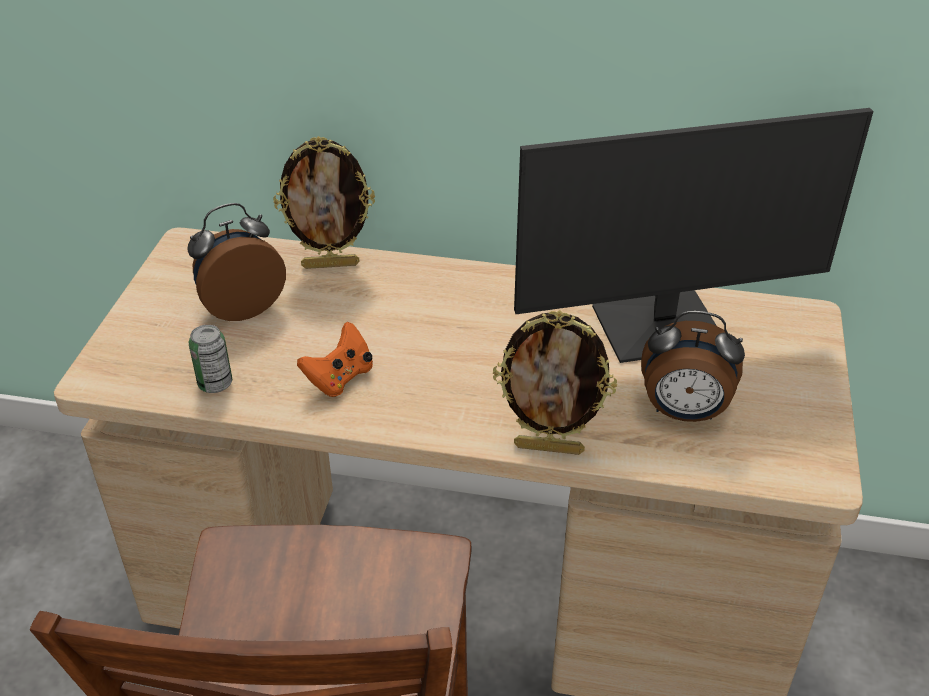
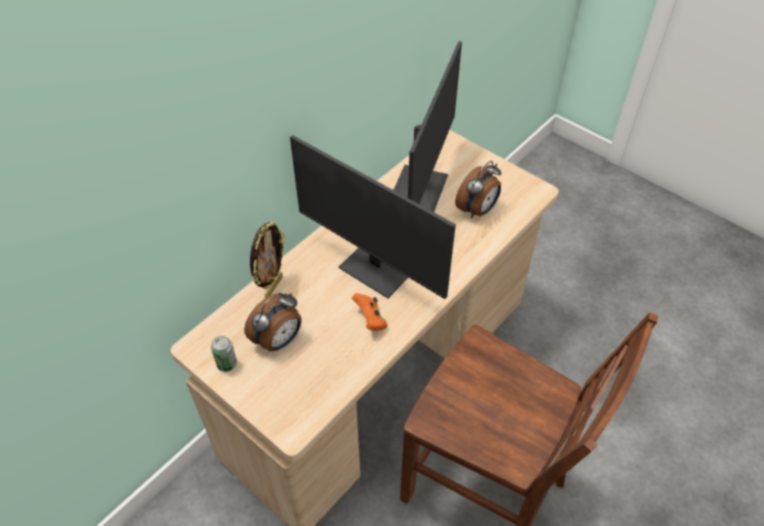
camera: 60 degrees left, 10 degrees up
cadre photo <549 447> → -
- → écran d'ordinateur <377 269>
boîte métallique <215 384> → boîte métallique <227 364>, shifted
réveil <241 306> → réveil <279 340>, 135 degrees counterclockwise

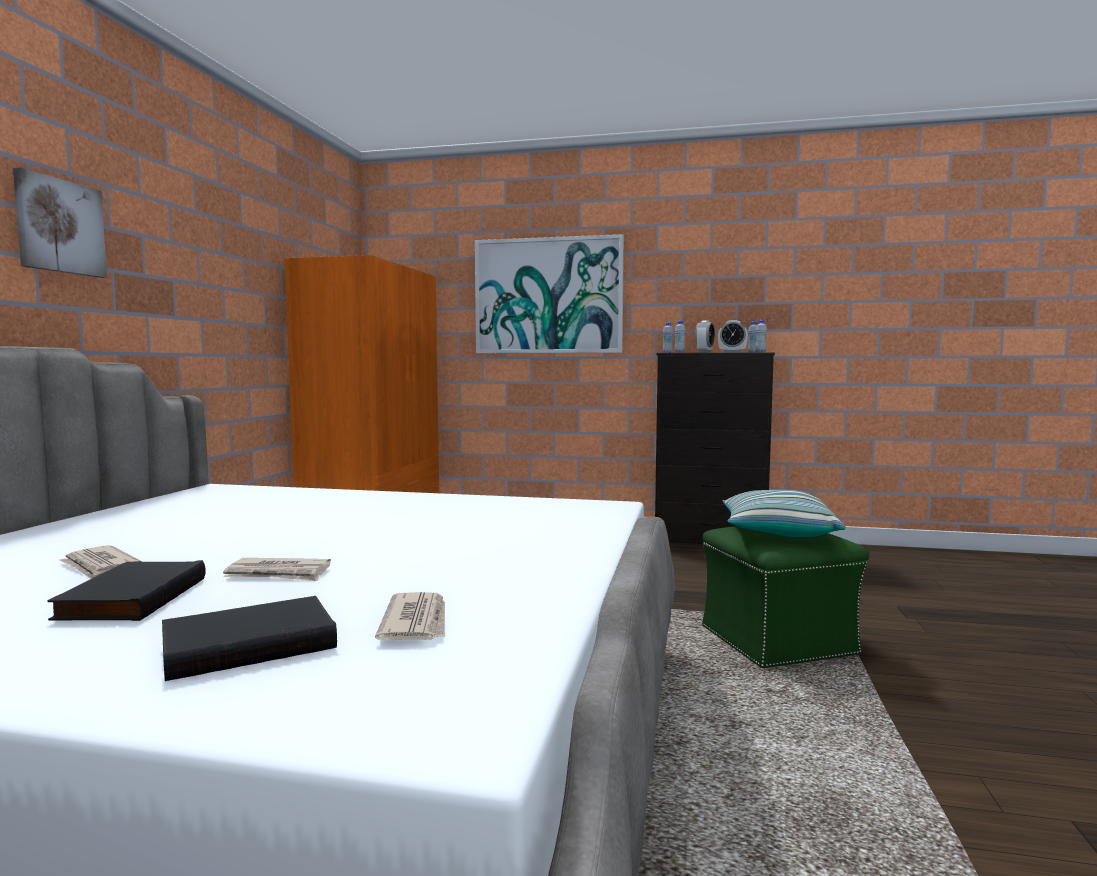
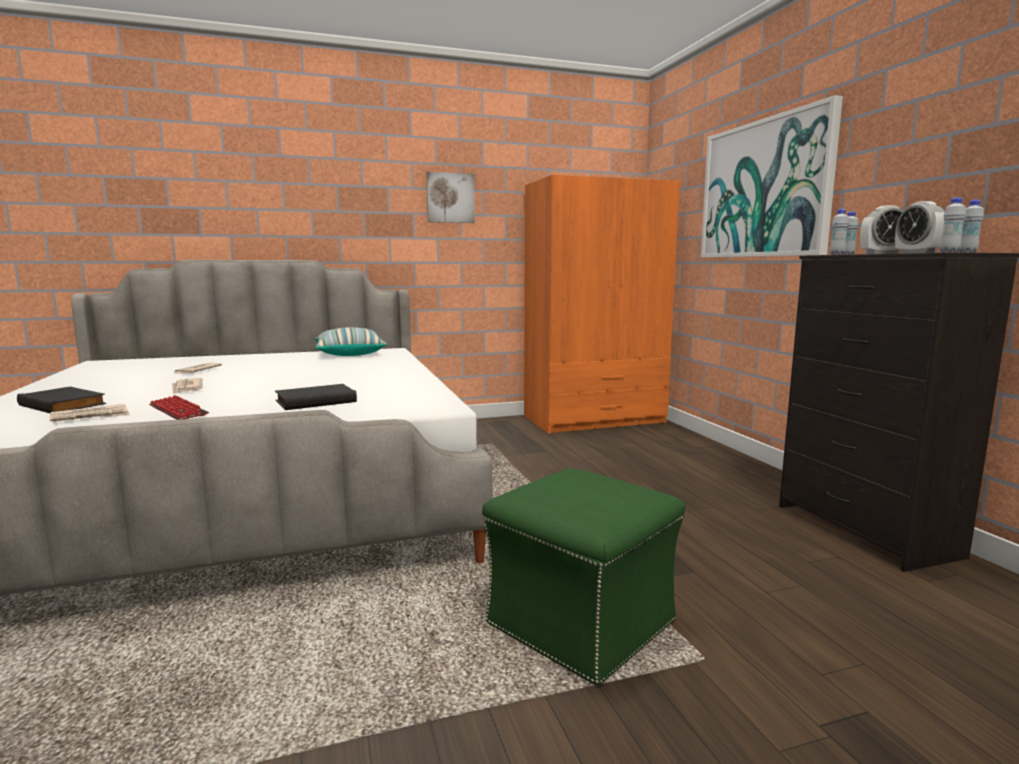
camera: 60 degrees right, 5 degrees up
- → clavier <178 410>
tableau <59 226> → tableau <450 198>, shifted
livre [noir] <131 598> → livre [noir] <316 401>, shifted
coussin <777 533> → coussin <349 354>, shifted

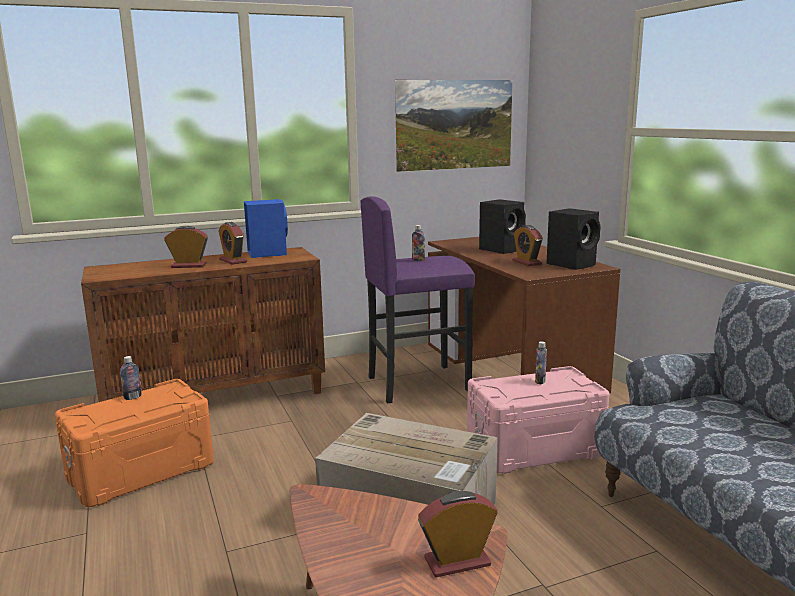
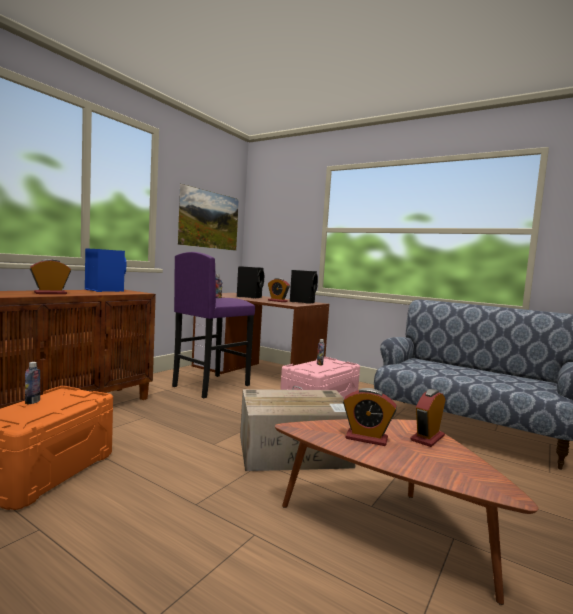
camera: 35 degrees left, 10 degrees down
réveil <233 261> → réveil <366 438>, shifted

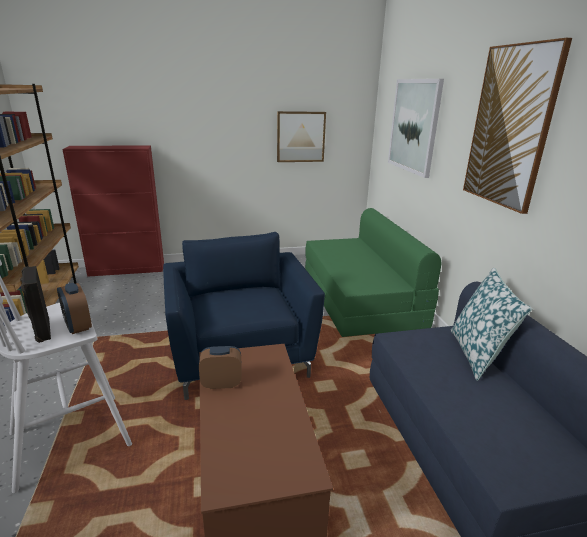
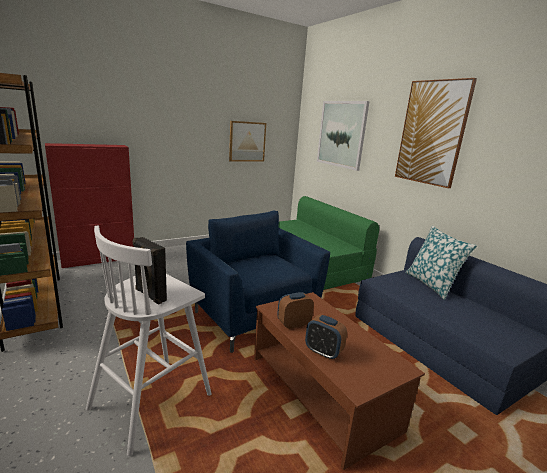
camera: 20 degrees left, 5 degrees down
réveil <78 326> → réveil <323 352>, shifted

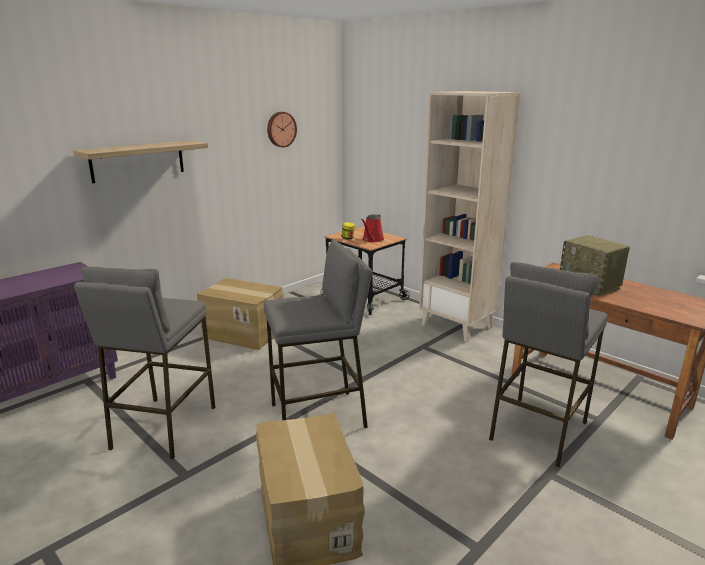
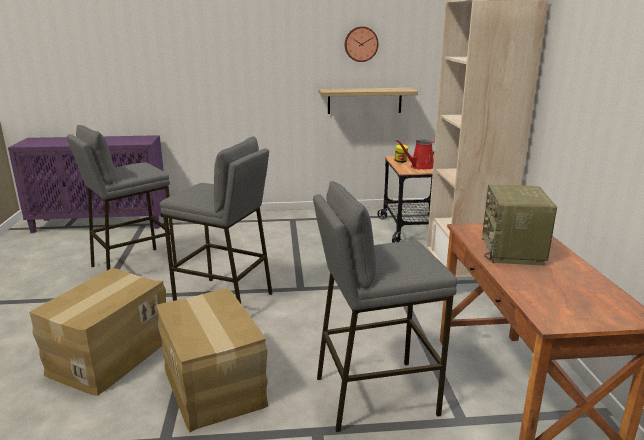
camera: 40 degrees right, 0 degrees up
étagère <138 161> → étagère <364 100>, shifted
carton <244 333> → carton <215 385>, shifted

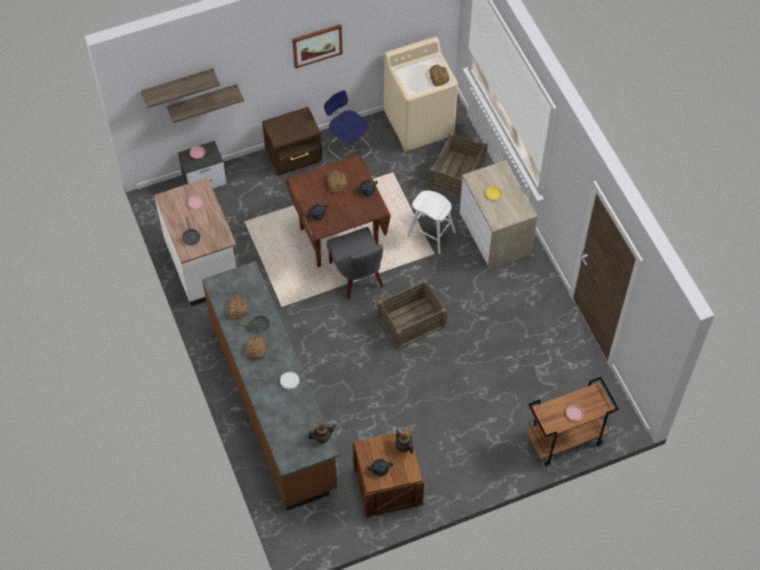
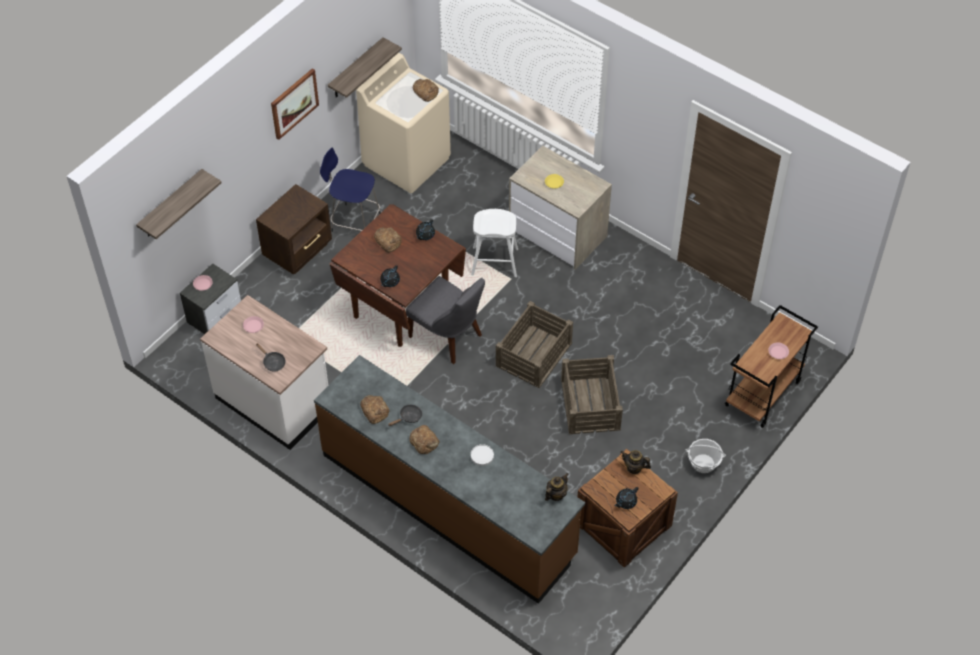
camera: 30 degrees left, 5 degrees down
- → panier <703 463>
étagère <202 101> → étagère <356 69>, shifted
caisse <457 173> → caisse <590 404>, shifted

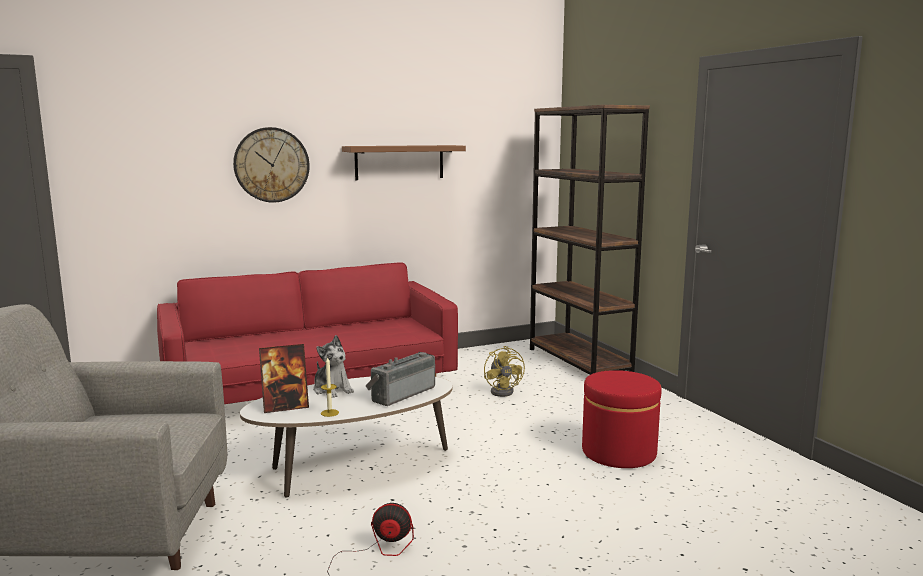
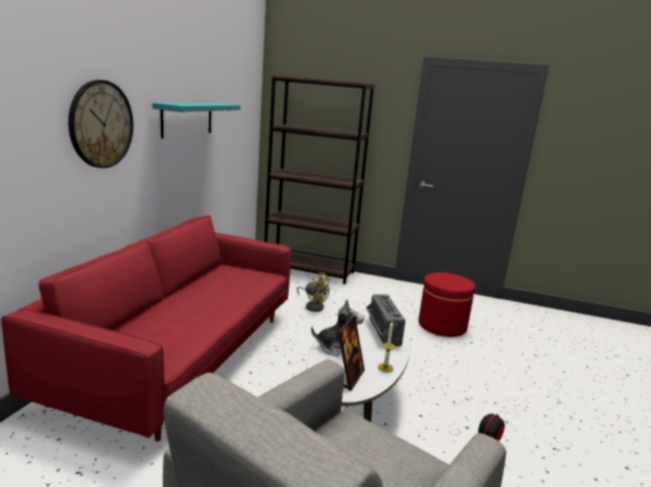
camera: 50 degrees left, 5 degrees up
étagère [marron] <399 162> → étagère [turquoise] <187 119>

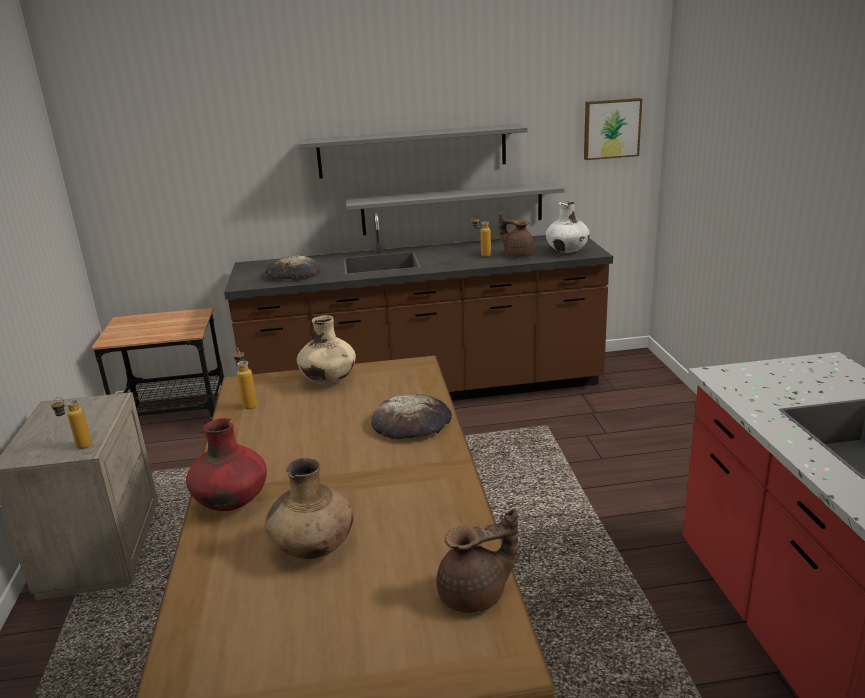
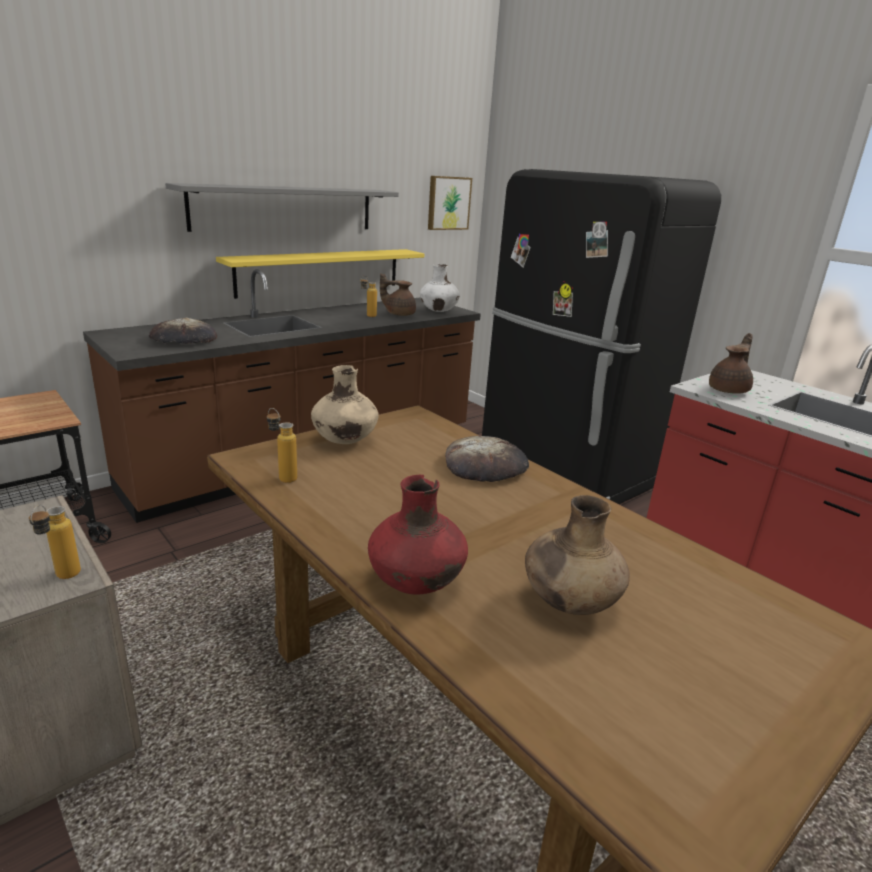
camera: 35 degrees left, 0 degrees up
- → réfrigérateur [noir] <561 472>
théière [marron] <475 595> → théière [marron] <729 390>, shifted
étagère [gris] <452 208> → étagère [jaune] <321 272>

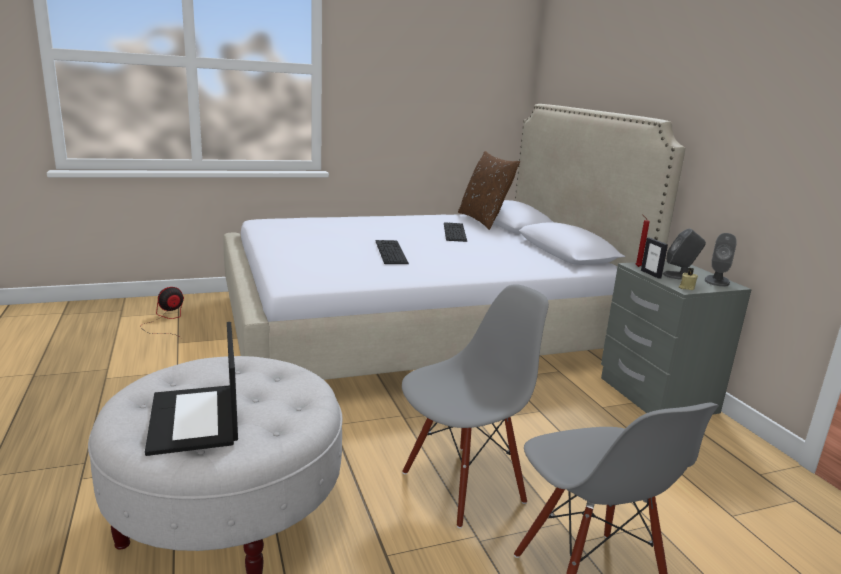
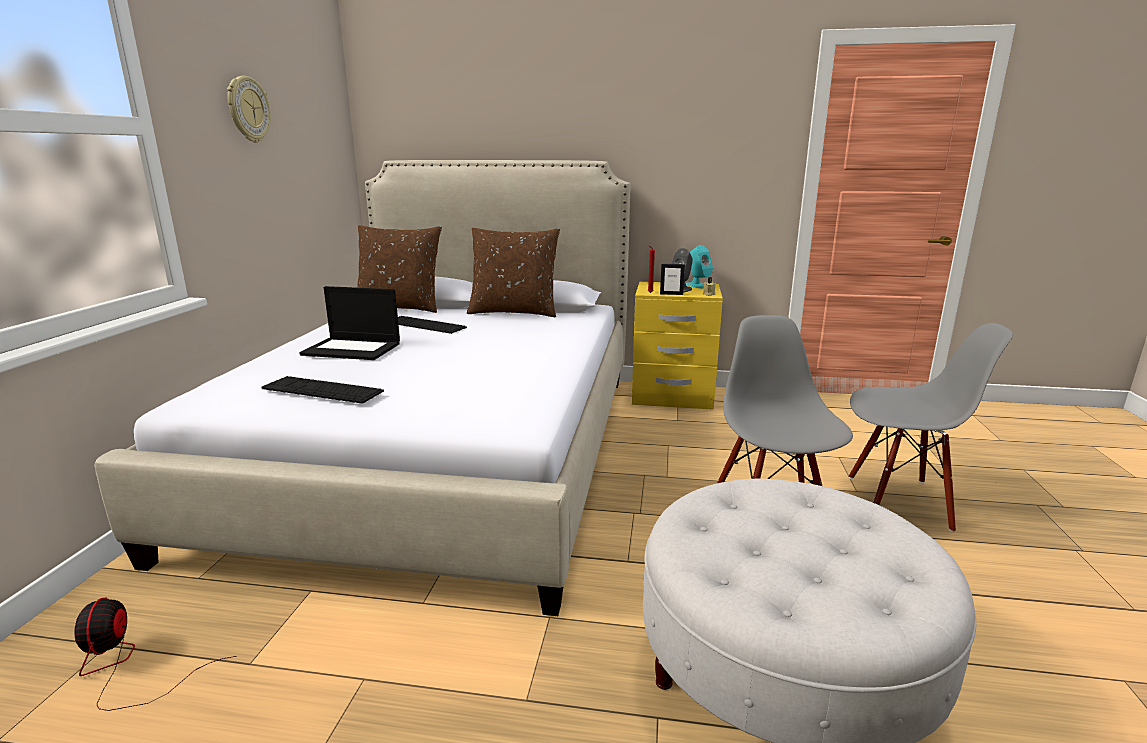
camera: 60 degrees left, 0 degrees up
- → horloge murale <248 109>
- → coussin [marron] <514 312>
ordinateur portable <195 419> → ordinateur portable <353 349>, shifted
clavier <391 252> → clavier <322 390>, shifted
table de chevet [gris] <655 395> → table de chevet [jaune] <672 396>
enceinte [gris] <717 281> → enceinte [turquoise] <697 285>

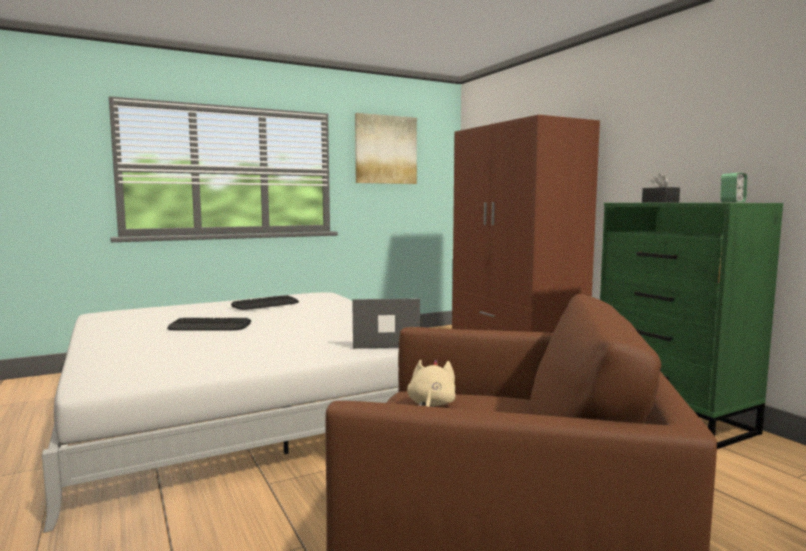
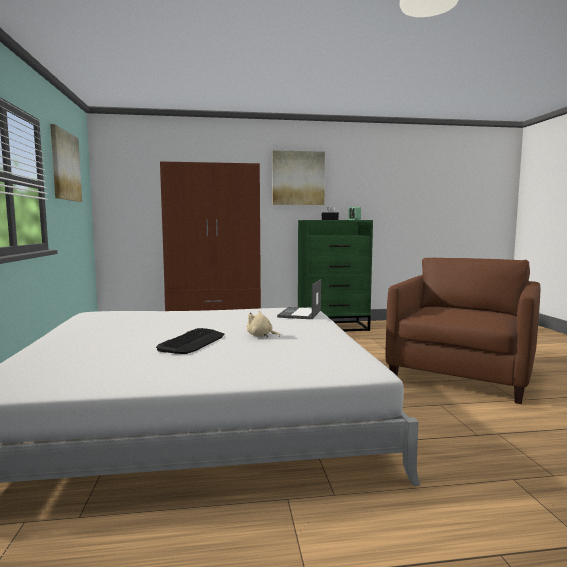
camera: 70 degrees left, 0 degrees up
clavier <266 304> → -
- → tableau <298 178>
peluche [beige] <431 404> → peluche [beige] <261 336>, shifted

